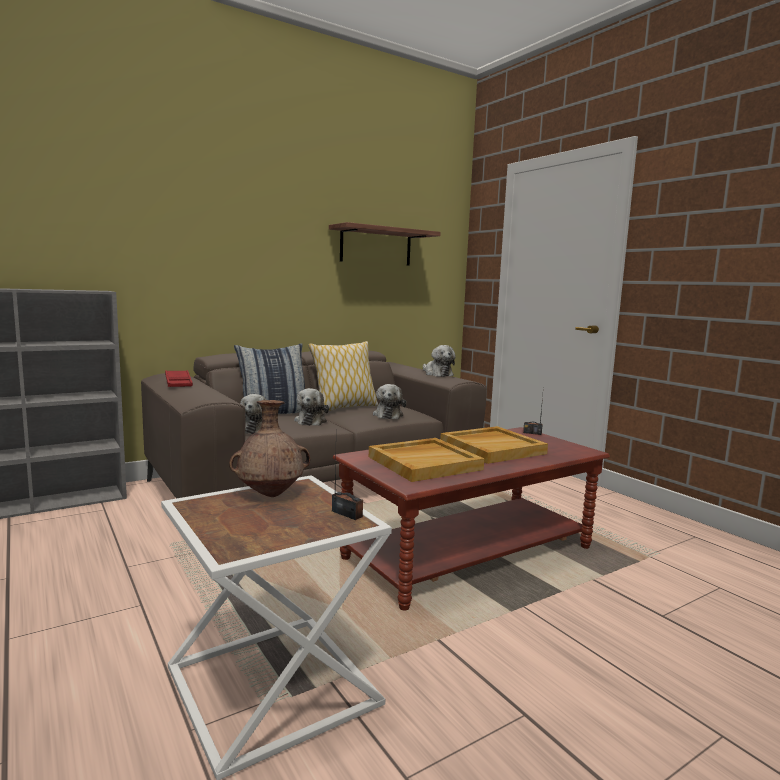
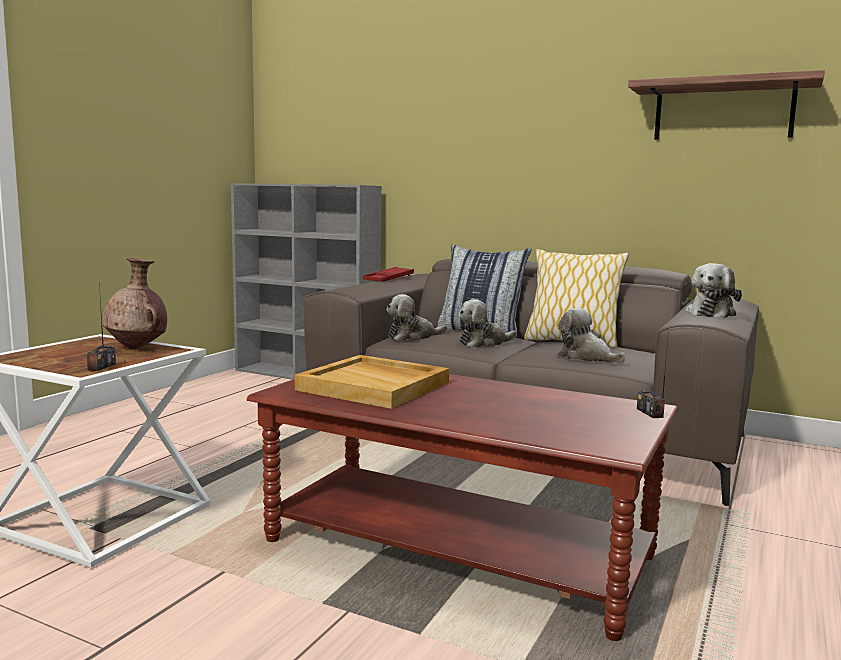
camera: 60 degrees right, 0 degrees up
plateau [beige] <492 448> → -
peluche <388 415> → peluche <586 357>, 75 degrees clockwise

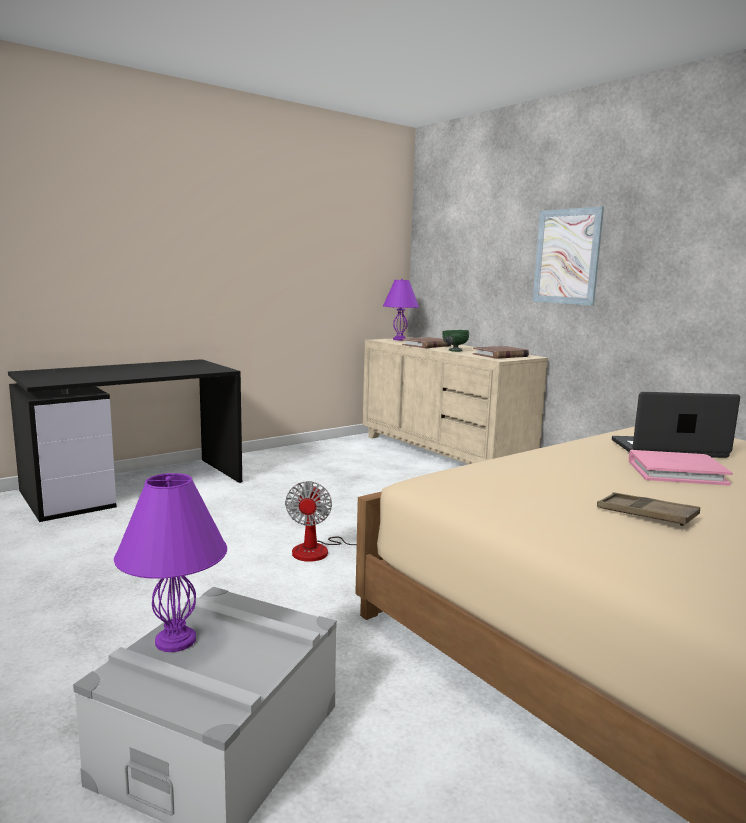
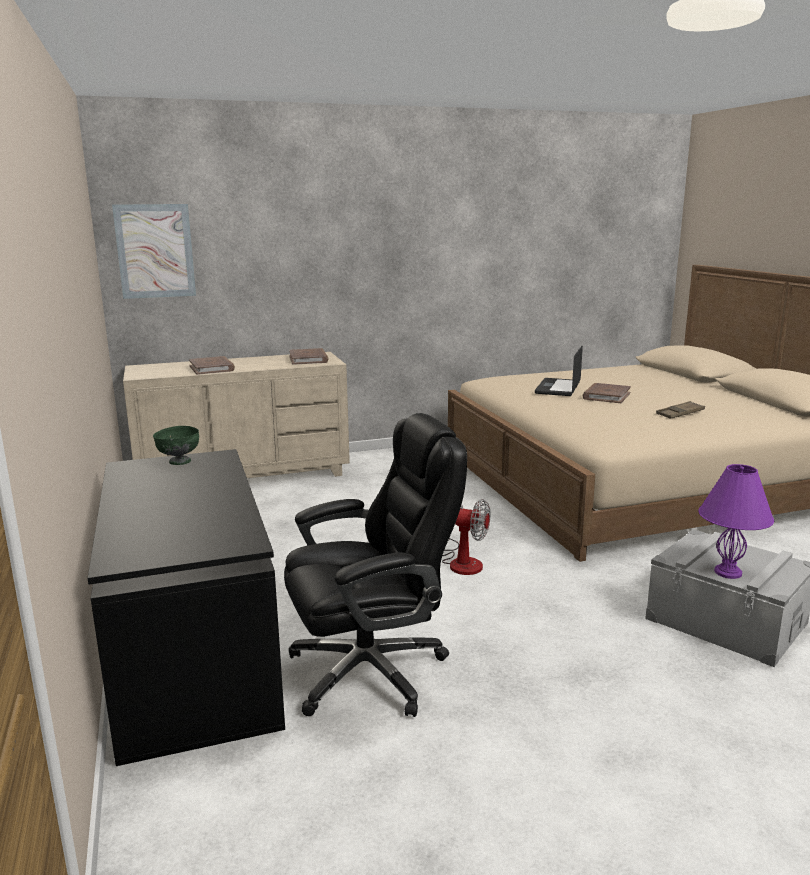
camera: 70 degrees left, 5 degrees up
lampe de table [violet] <399 339> → -
- → chaise de bureau [noir] <371 670>
bol [vert] <454 350> → bol [vert] <179 462>, shifted
tableau <567 256> → tableau <155 251>, shifted
livre [rose] <676 472> → livre [marron] <606 396>

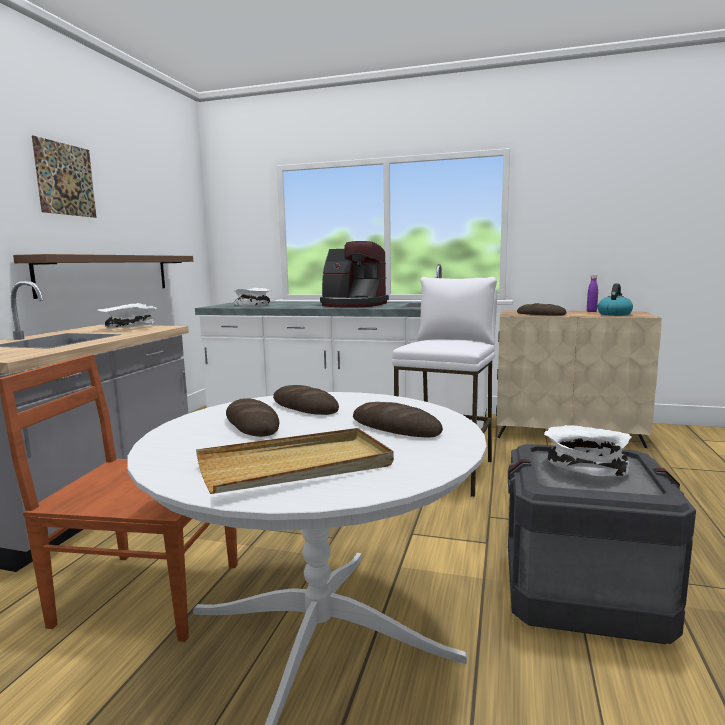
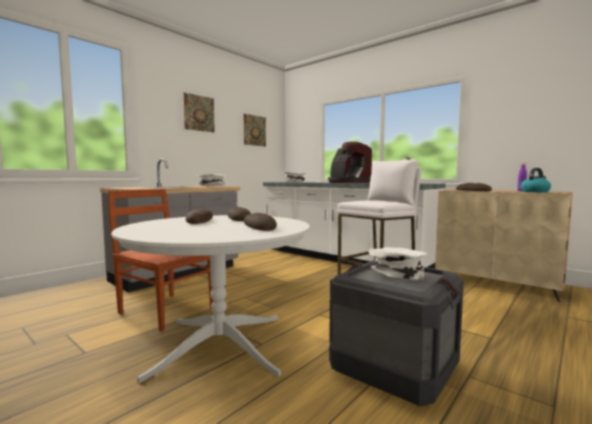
camera: 25 degrees right, 5 degrees down
étagère [marron] <107 274> → -
plateau [beige] <296 466> → -
- → tableau <254 130>

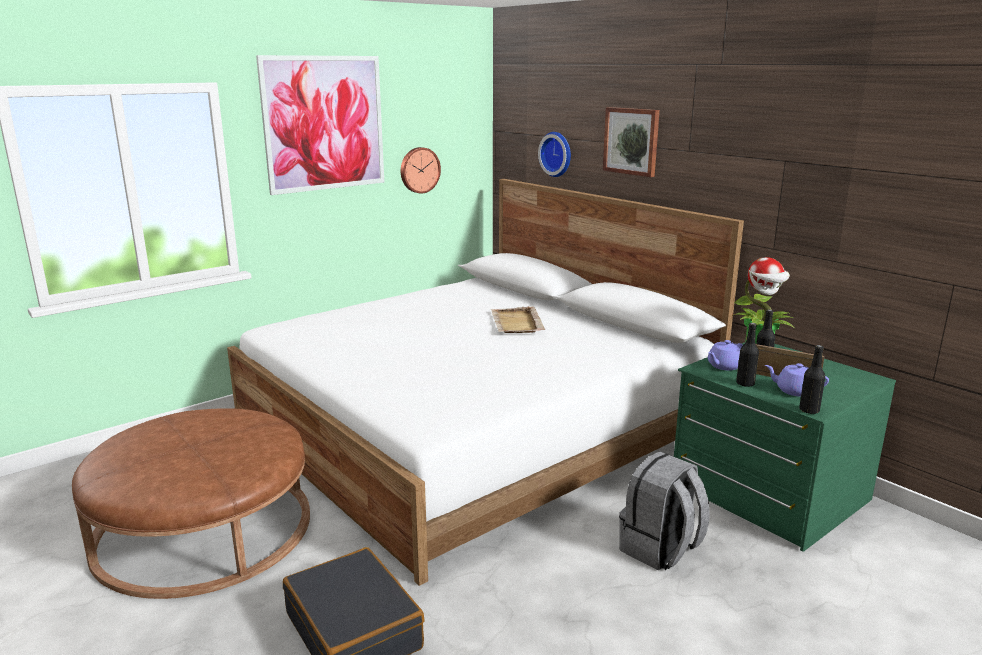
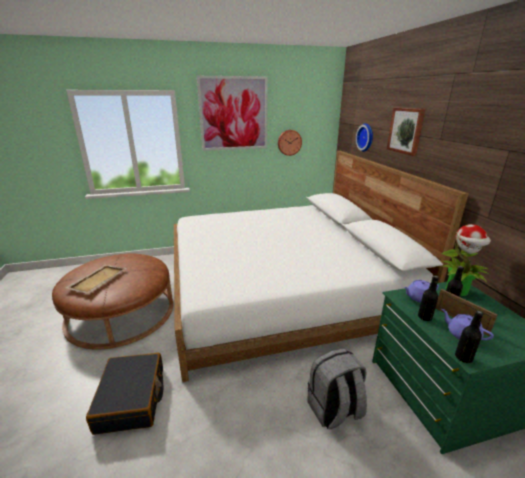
camera: 25 degrees right, 5 degrees up
plateau [beige] <516 323> → plateau [beige] <97 280>, shifted

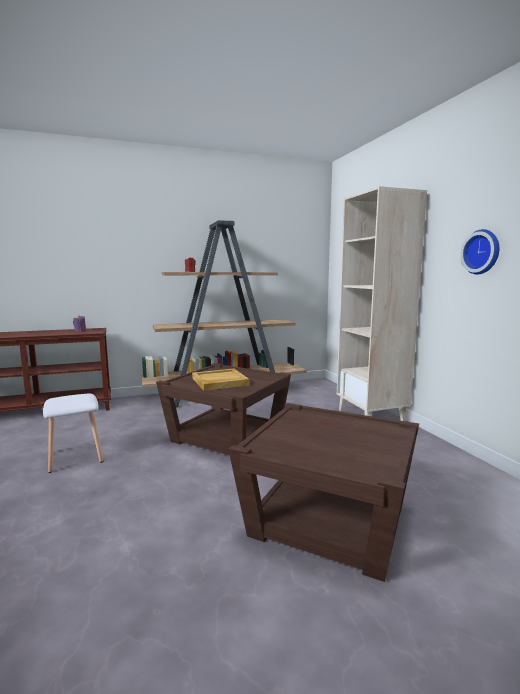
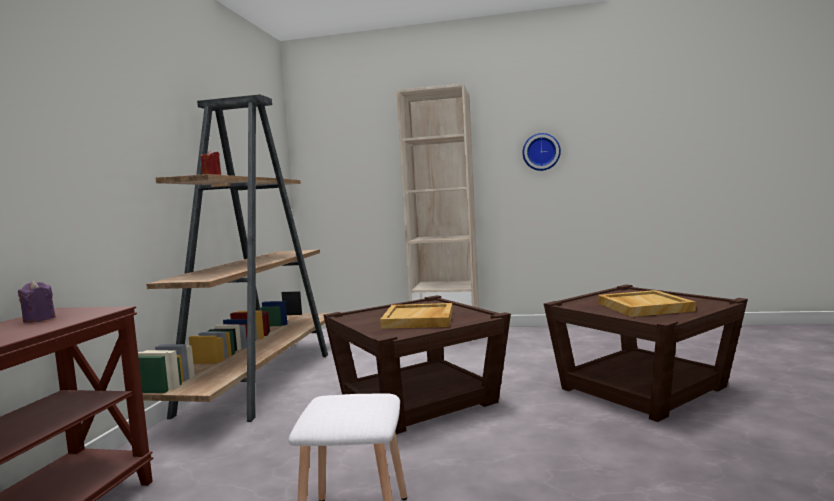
camera: 60 degrees left, 5 degrees down
- → plateau [beige] <643 307>

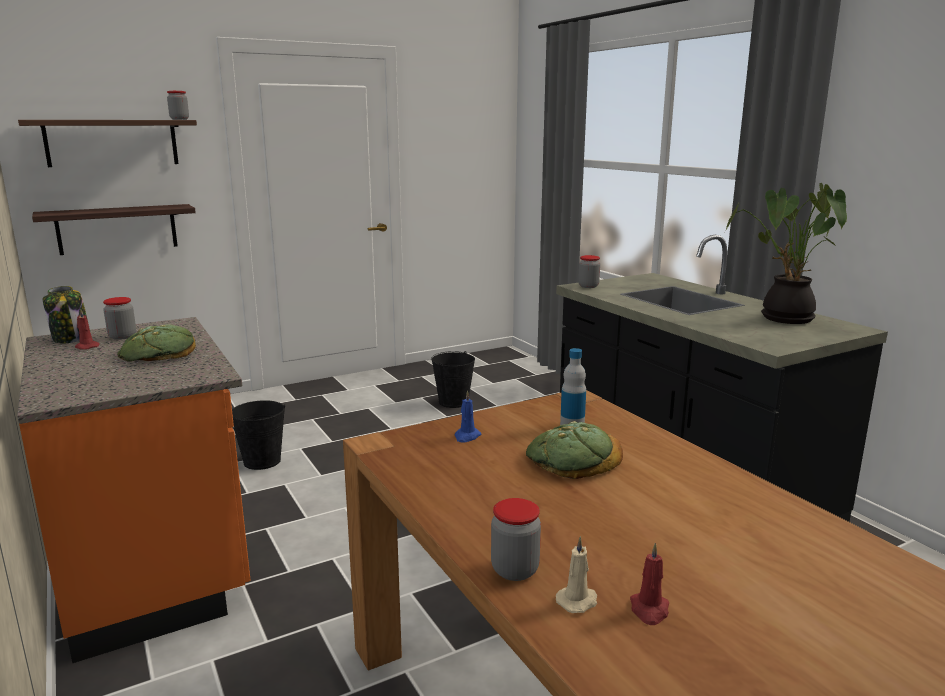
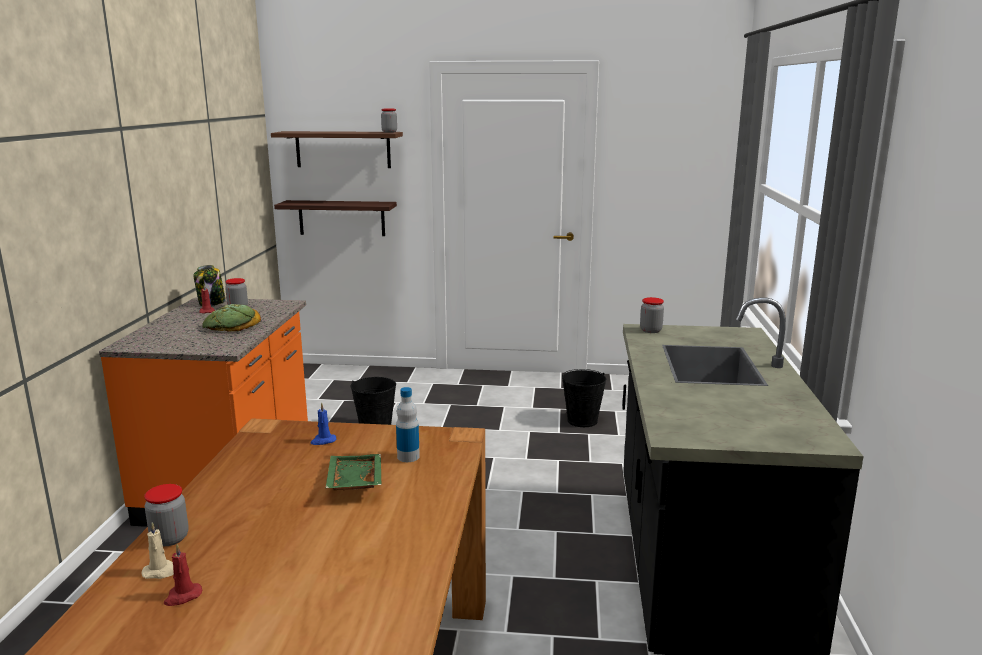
camera: 35 degrees right, 0 degrees up
plante en pot <782 318> → -
pain <572 459> → plateau [vert] <353 482>

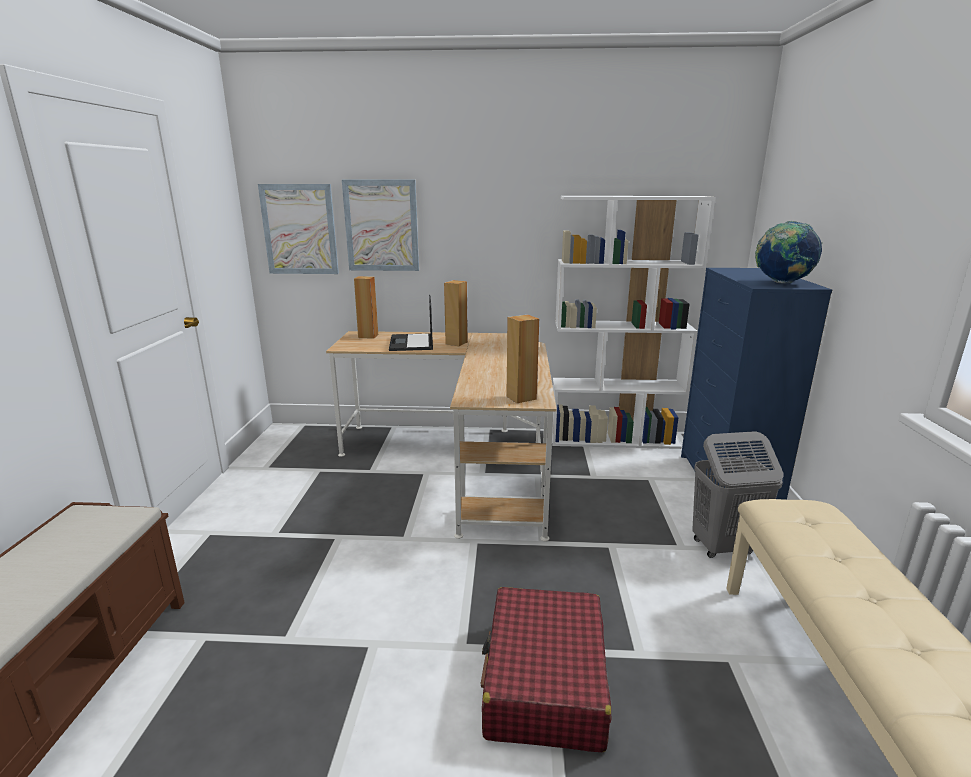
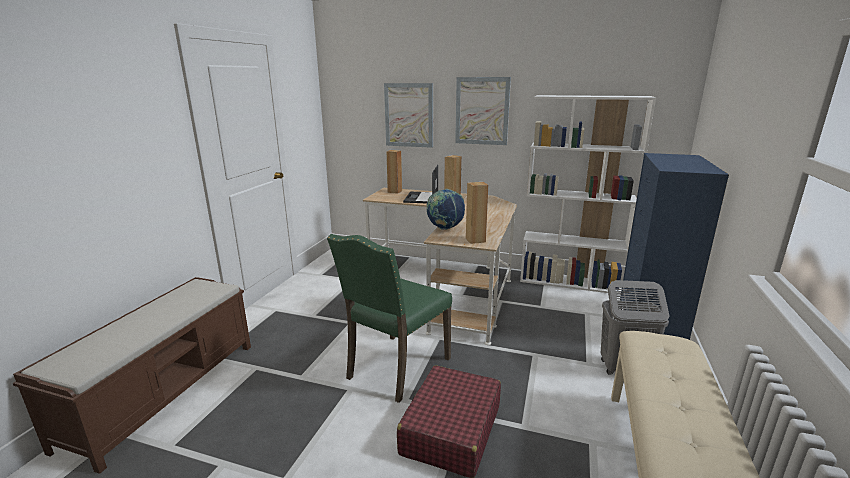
camera: 15 degrees right, 0 degrees up
- → chaise [vert] <396 368>
tableau <299 229> → tableau <482 111>, shifted
globe <781 283> → globe <445 228>, shifted

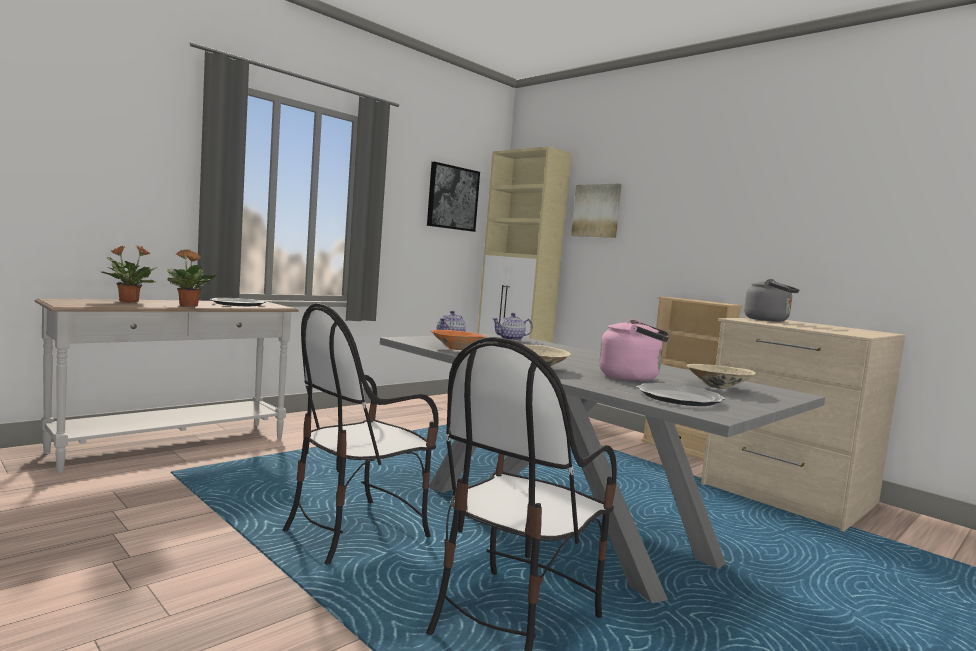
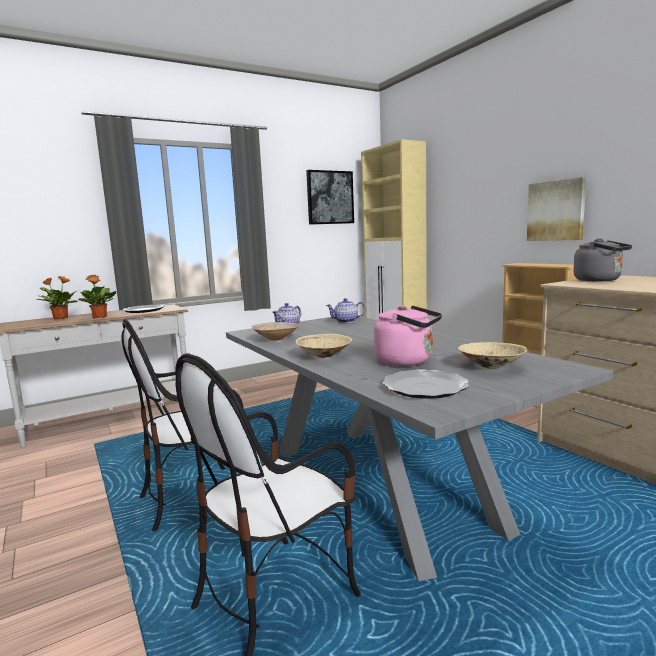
camera: 15 degrees right, 5 degrees up
tableau <597 211> → tableau <556 210>, shifted
bol [orange] <457 349> → bol [beige] <277 339>

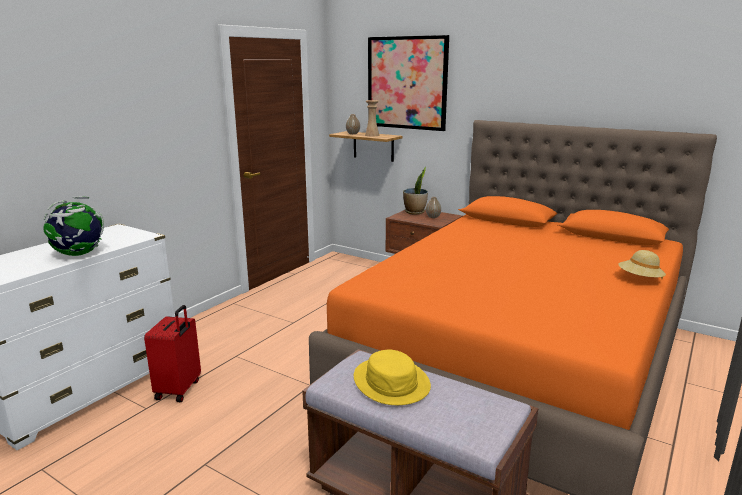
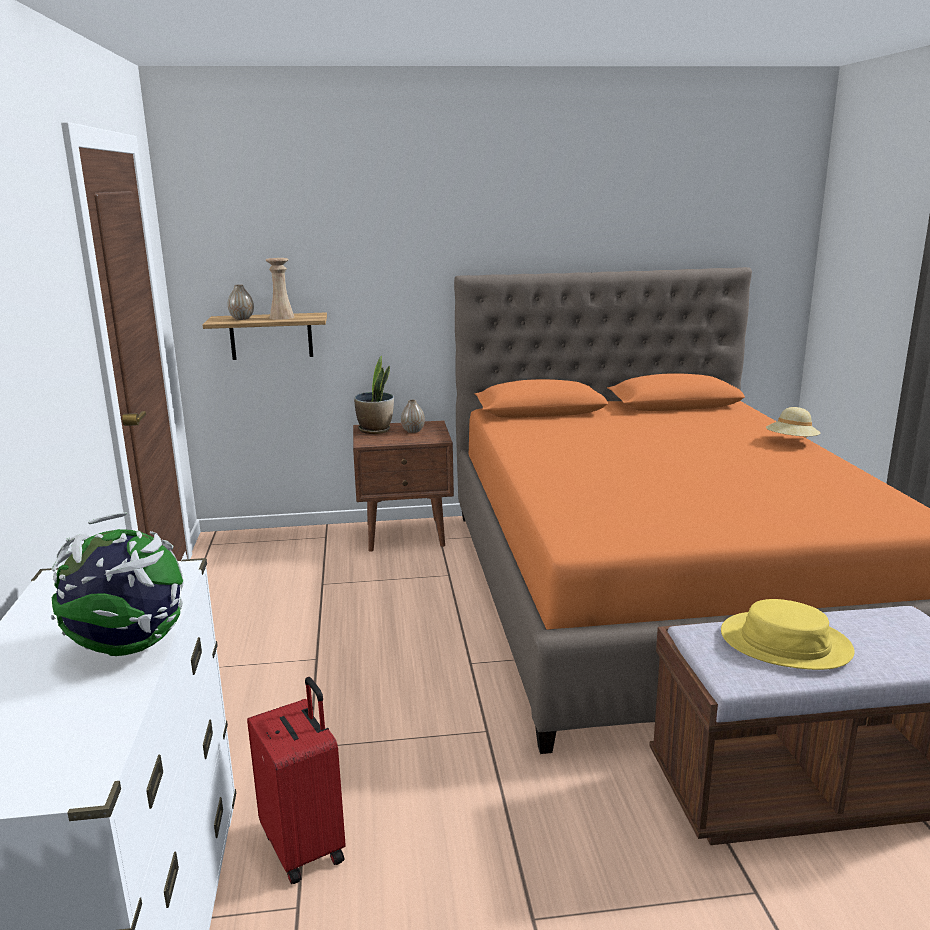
camera: 40 degrees left, 0 degrees up
tableau <407 83> → -

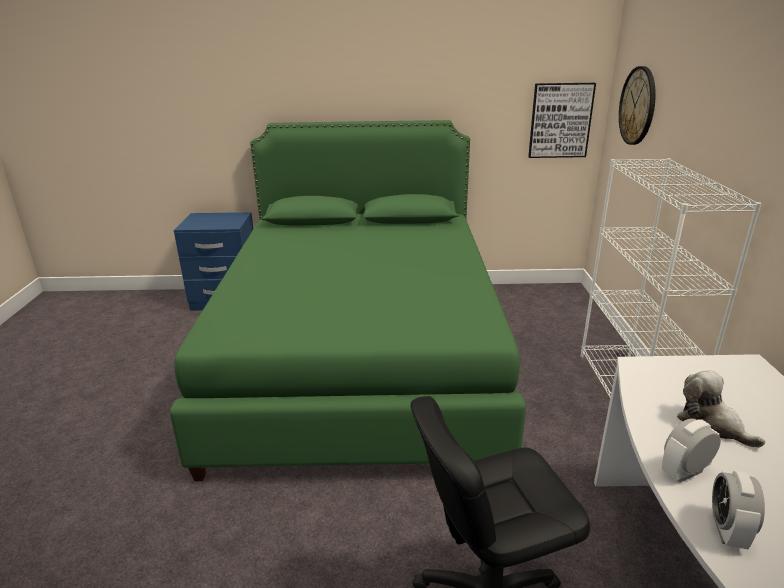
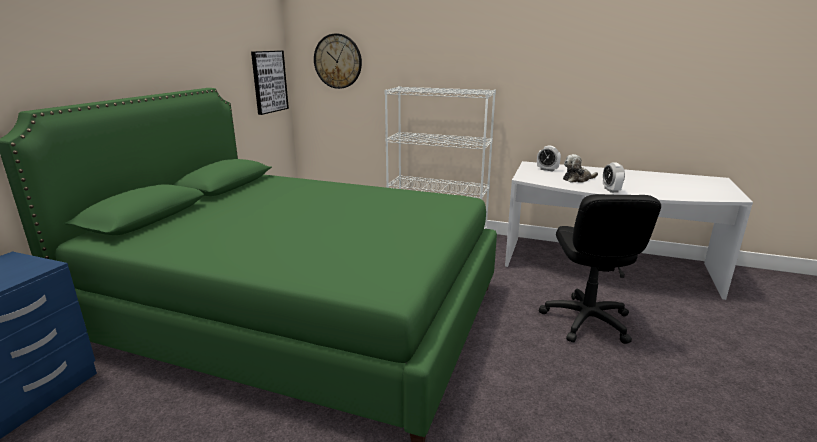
camera: 70 degrees left, 5 degrees down
réveil <727 530> → réveil <547 169>, shifted

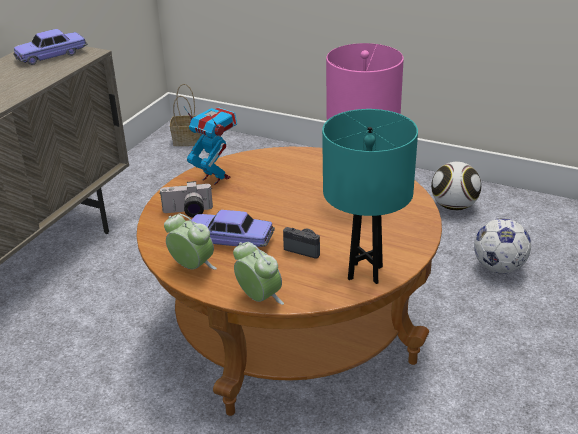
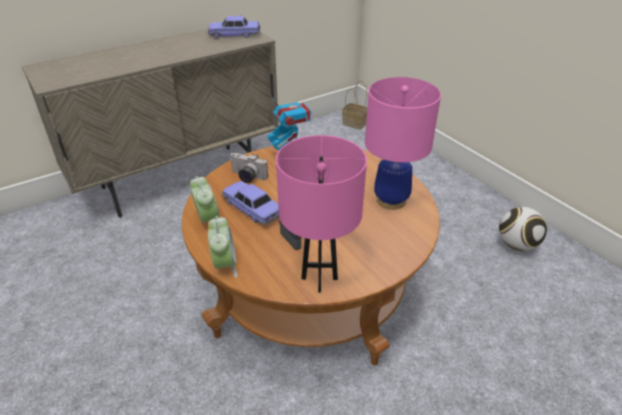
camera: 30 degrees right, 5 degrees up
ballon de foot <499 267> → -
lampe de table [turquoise] <365 272> → lampe de table [rose] <319 278>

